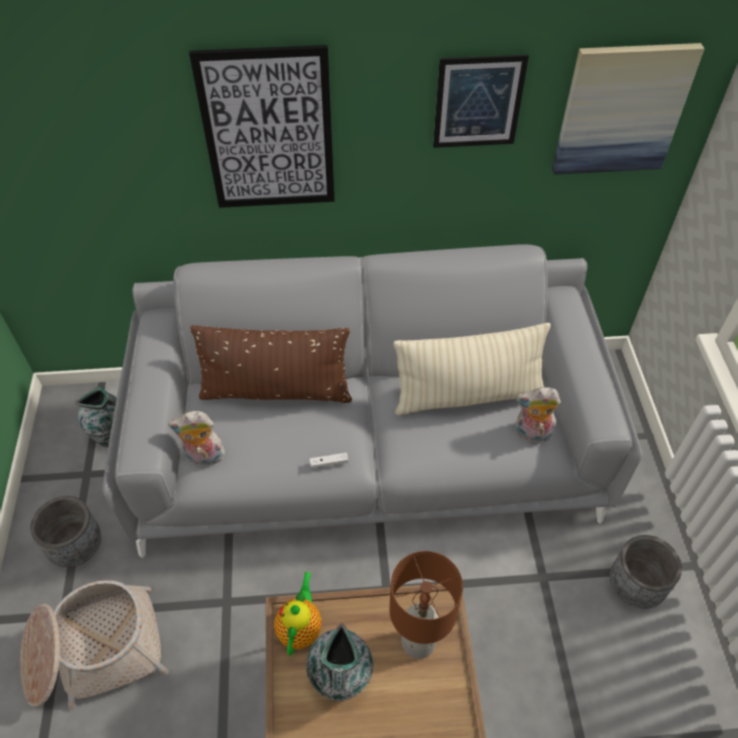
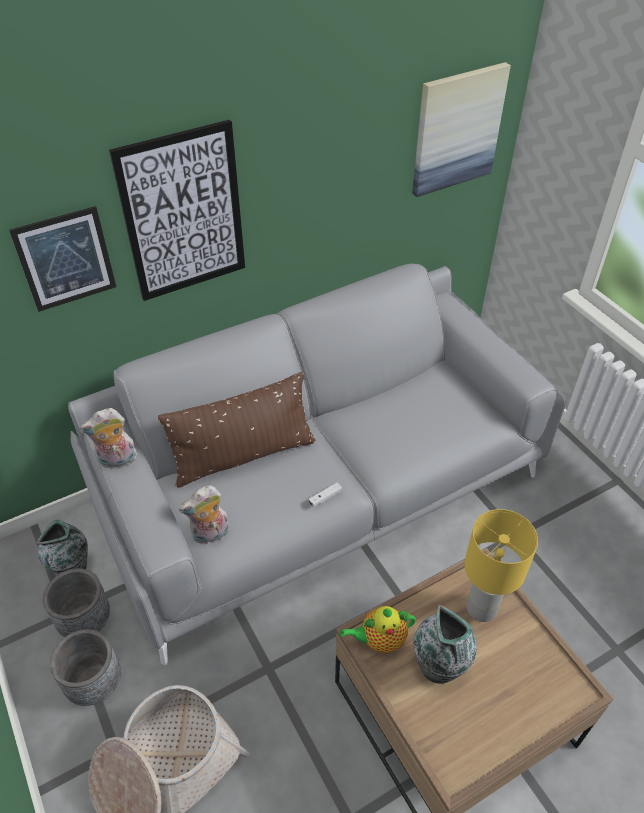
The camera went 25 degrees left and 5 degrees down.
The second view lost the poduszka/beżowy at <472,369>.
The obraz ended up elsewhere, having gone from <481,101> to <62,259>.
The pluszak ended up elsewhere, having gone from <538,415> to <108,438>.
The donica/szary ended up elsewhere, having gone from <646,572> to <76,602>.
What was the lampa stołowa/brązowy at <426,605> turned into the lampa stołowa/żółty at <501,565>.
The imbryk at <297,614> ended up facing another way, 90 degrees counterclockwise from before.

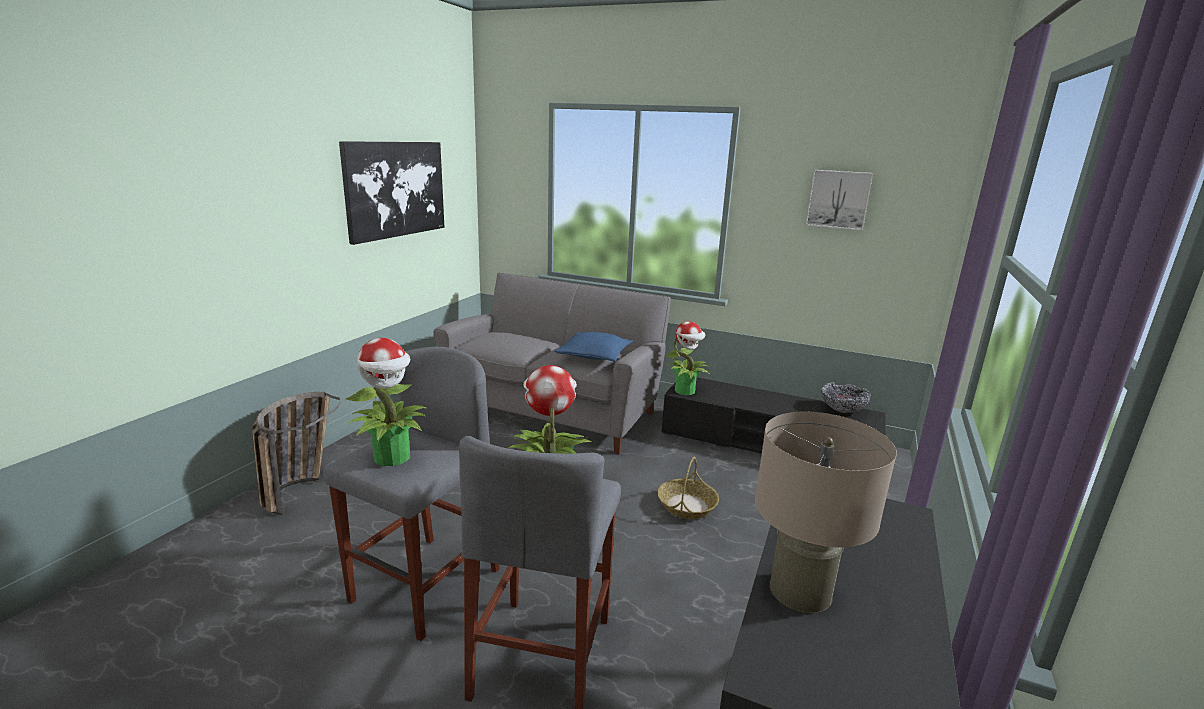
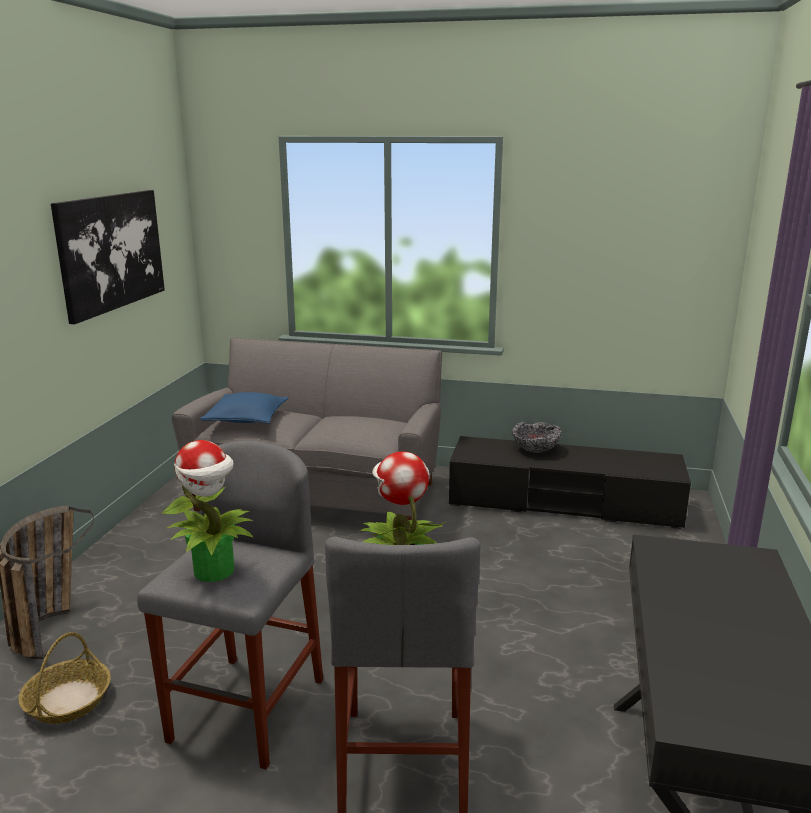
The camera went 10 degrees left and 0 degrees up.
The second view lost the roślina doniczkowa at <688,358>.
The second view lost the lampa stołowa/beżowy at <826,512>.
The second view lost the obraz at <839,200>.
The poduszka/niebieski ended up elsewhere, having gone from <593,347> to <244,408>.
The koszyk ended up elsewhere, having gone from <688,488> to <64,678>.
The miska ended up elsewhere, having gone from <846,397> to <536,437>.

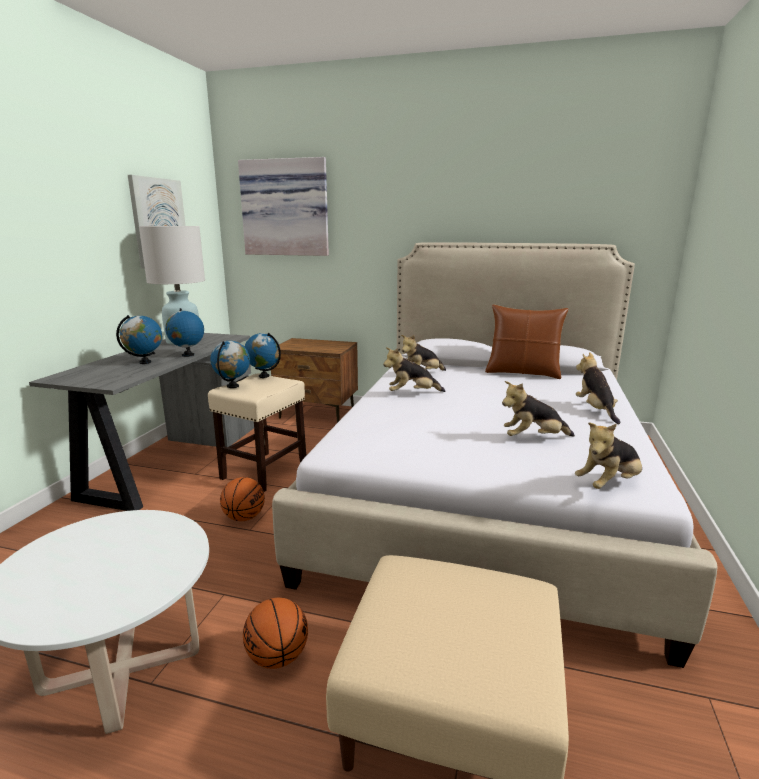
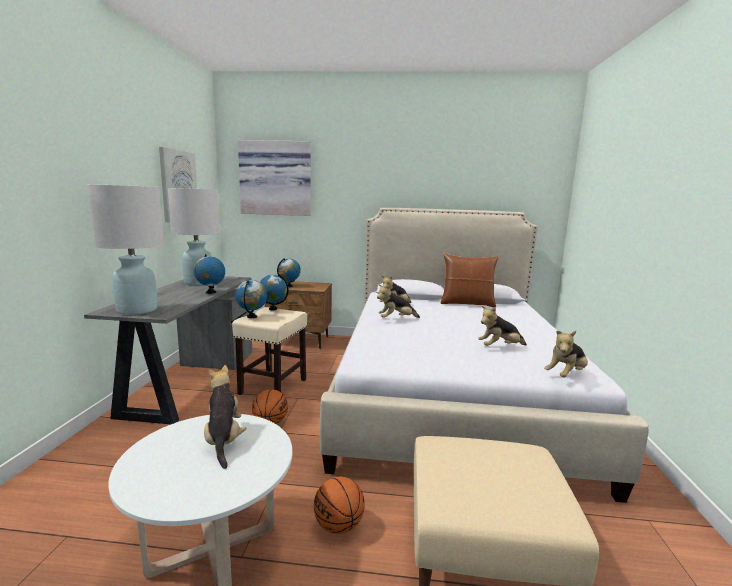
The camera went 10 degrees left and 5 degrees down.
The second view gained the lampa stołowa/biały at <126,249>.
The globus ended up elsewhere, having gone from <139,339> to <289,272>.
The pluszak ended up elsewhere, having gone from <598,388> to <225,417>.

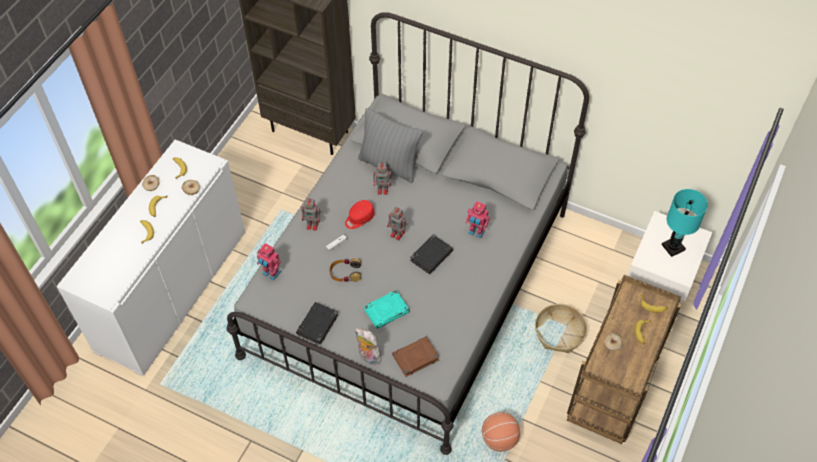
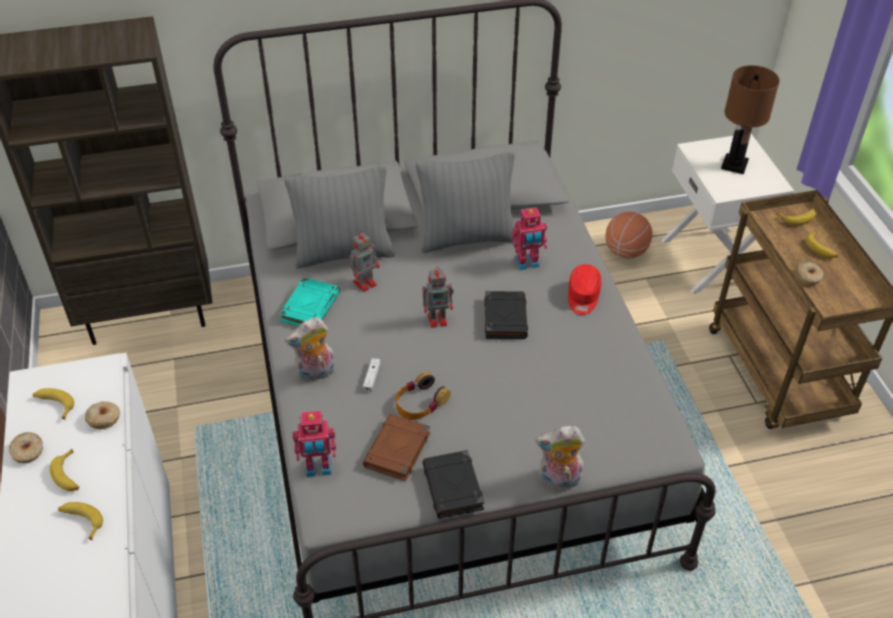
The camera went 40 degrees left and 10 degrees down.
The second view lost the koszyk at <561,328>.
The second view gained the poduszka/szary at <465,202>.
The czapka z daszkiem/czerwony ended up elsewhere, having gone from <360,214> to <584,289>.
The książka/turkusowy ended up elsewhere, having gone from <387,309> to <309,301>.
The książka/brązowy ended up elsewhere, having gone from <415,357> to <396,447>.
The piłka do koszykówki ended up elsewhere, having gone from <501,431> to <629,235>.
Where the robot zabawkowy stood at <311,214>, the pluszak came to stand at <310,350>.
What was the lampa stołowa/turkusowy at <684,223> turned into the lampa stołowa/brązowy at <750,119>.

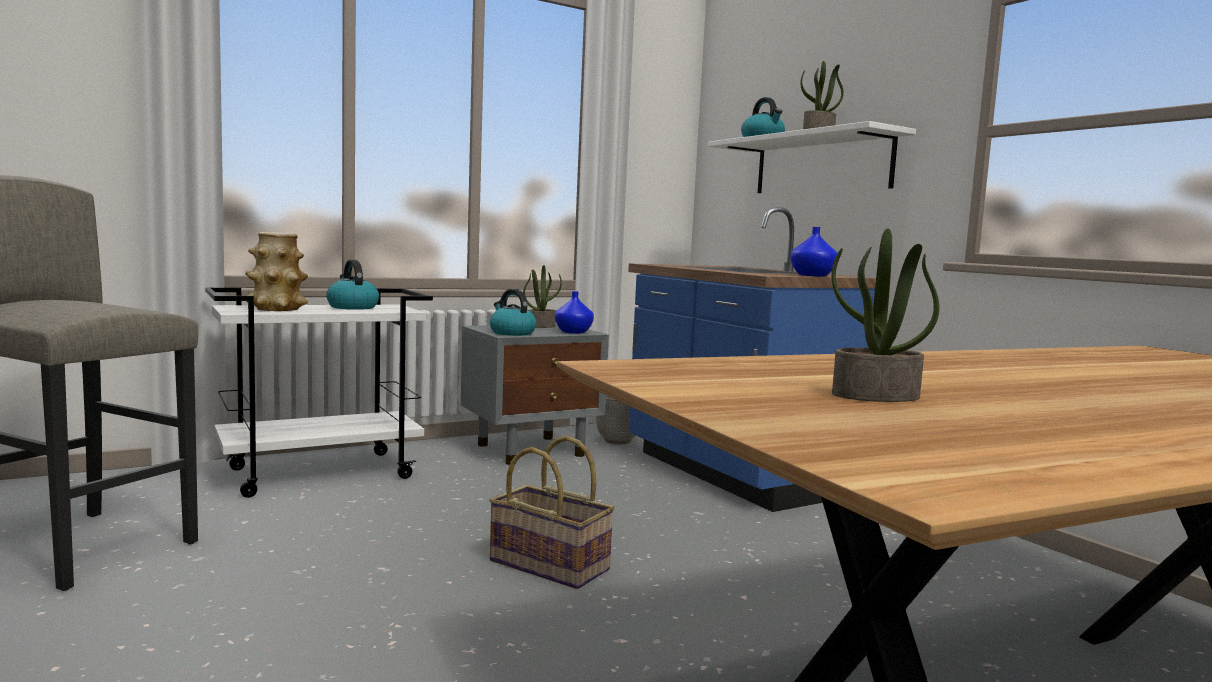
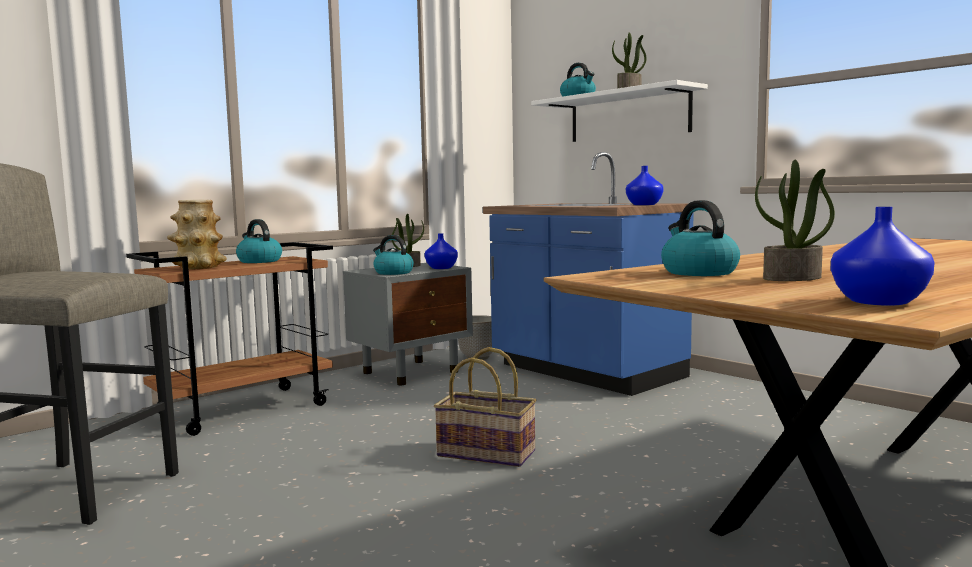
The camera went 10 degrees left and 0 degrees up.
The second view gained the czajnik at <700,238>.
The second view gained the wazon/niebieski at <882,256>.
What was the wózek/biały at <319,392> turned into the wózek/brązowy at <229,339>.

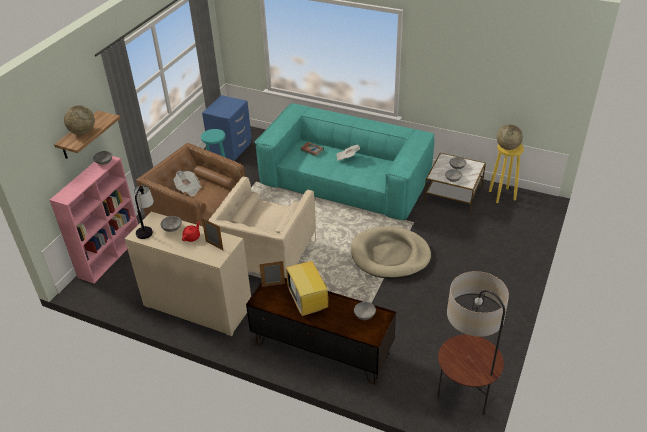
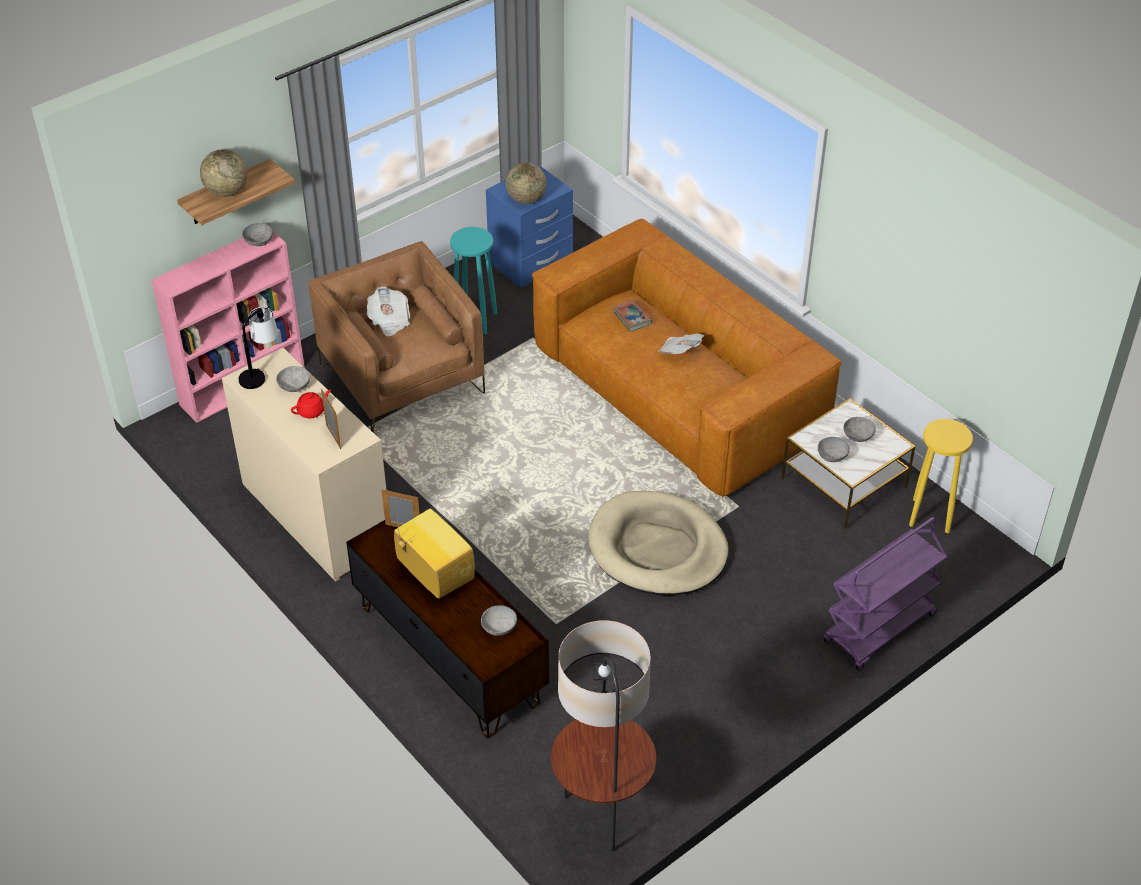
The camera went 25 degrees right and 5 degrees up.
The second view lost the fotel/beżowy at <262,227>.
The second view gained the wózek/fioletowy at <885,594>.
The globus ended up elsewhere, having gone from <510,137> to <526,183>.
What was the kanapa/turkusowy at <345,162> turned into the kanapa/brązowy at <686,358>.
The telewizor at <307,288> ended up facing another way, 135 degrees clockwise from before.

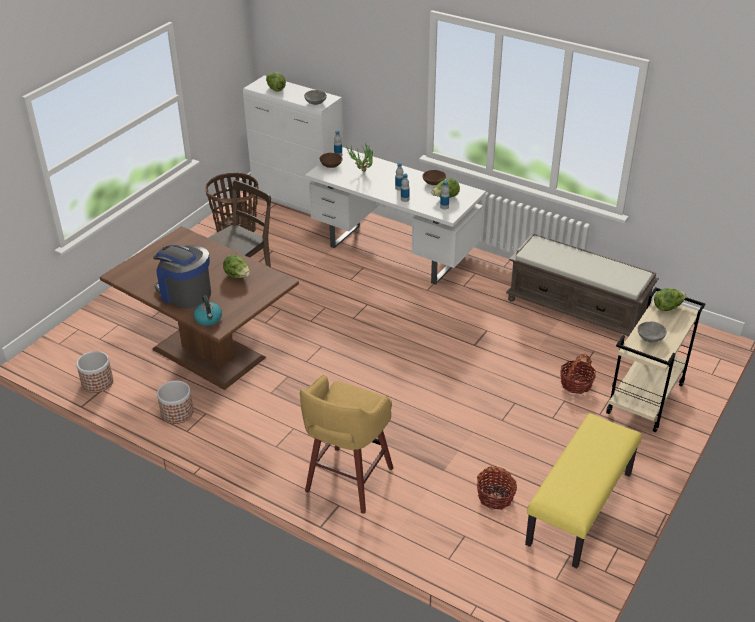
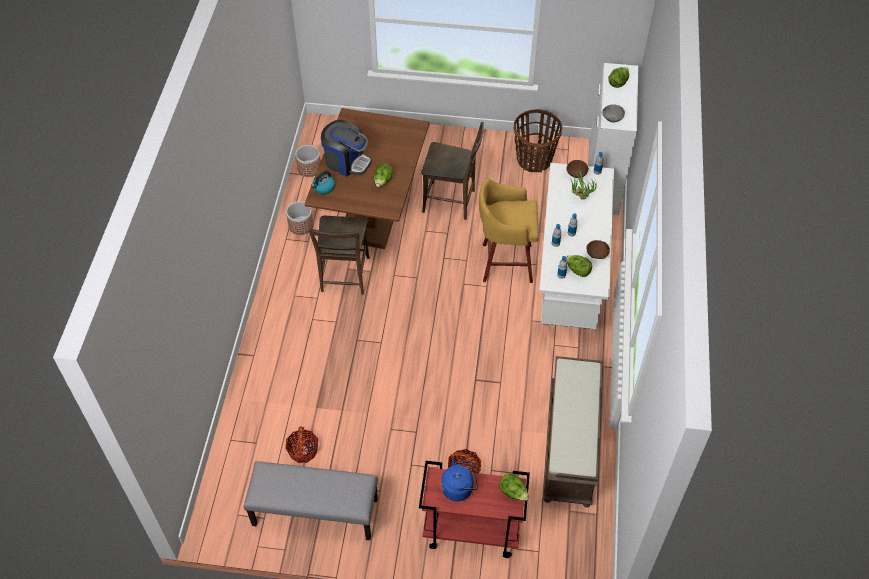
The camera went 65 degrees right and 15 degrees up.
The second view gained the krzesło/brązowy at <339,255>.
The stołek/żółty ended up elsewhere, having gone from <346,444> to <509,230>.
Where the miska/szary stood at <652,332>, the czajnik/niebieski came to stand at <459,480>.
What was the ławka/żółty at <583,491> turned into the ławka/szary at <311,500>.
What was the wózek/beżowy at <655,359> turned into the wózek/czerwony at <474,509>.
The ekspres do kawy at <182,276> ended up facing another way, 105 degrees clockwise from before.

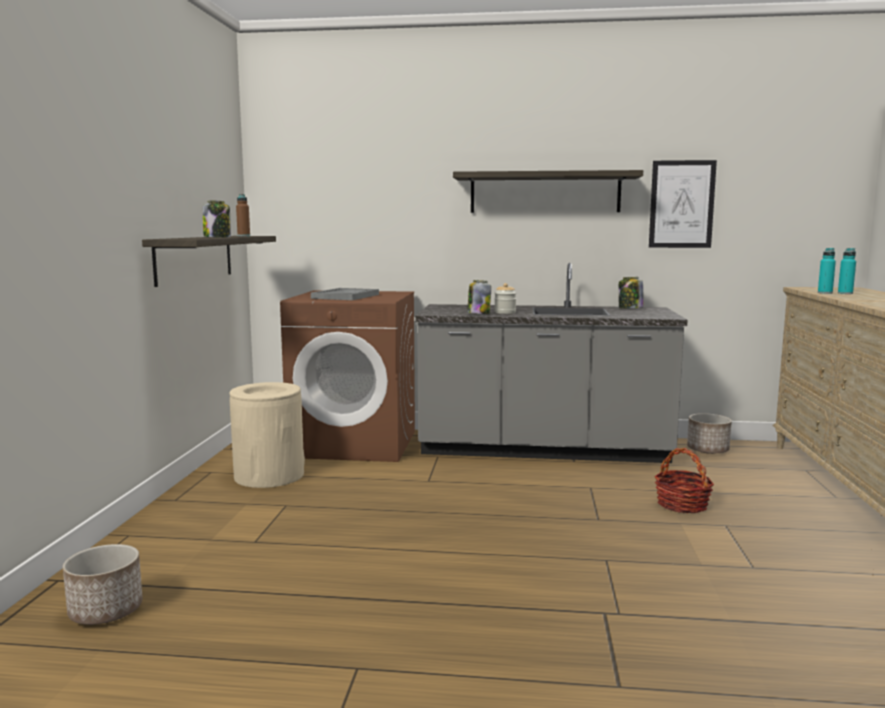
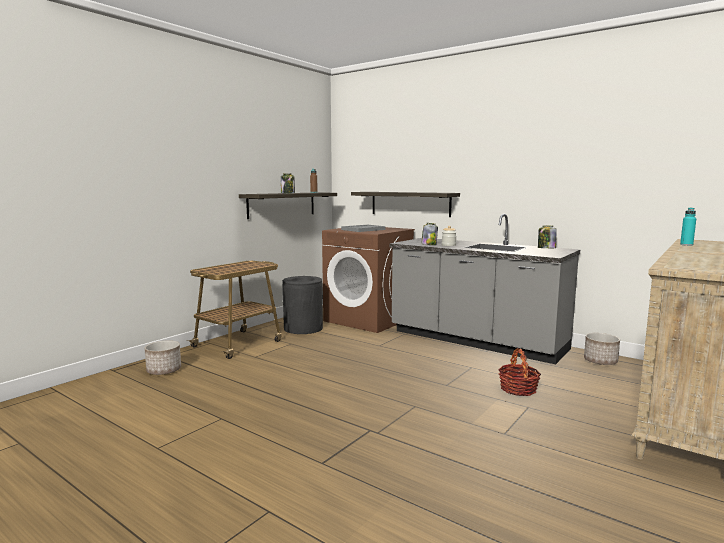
The camera went 30 degrees right and 0 degrees up.
The second view lost the obraz at <683,204>.
The second view lost the butelka/turkusowy at <847,271>.
The second view gained the wózek at <234,310>.
The półka ended up elsewhere, having gone from <548,191> to <405,204>.
What was the kosz na śmieci/beżowy at <267,435> turned into the kosz na śmieci/czarny at <302,305>.

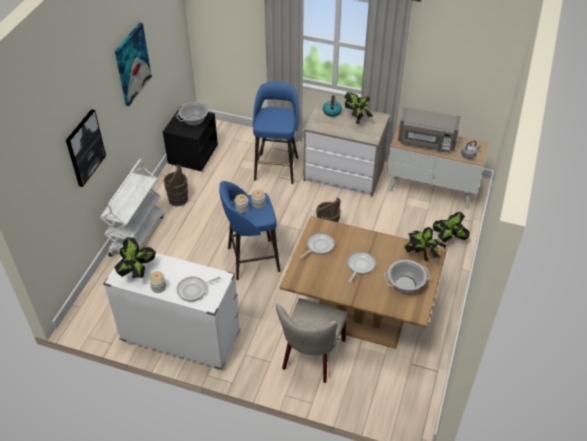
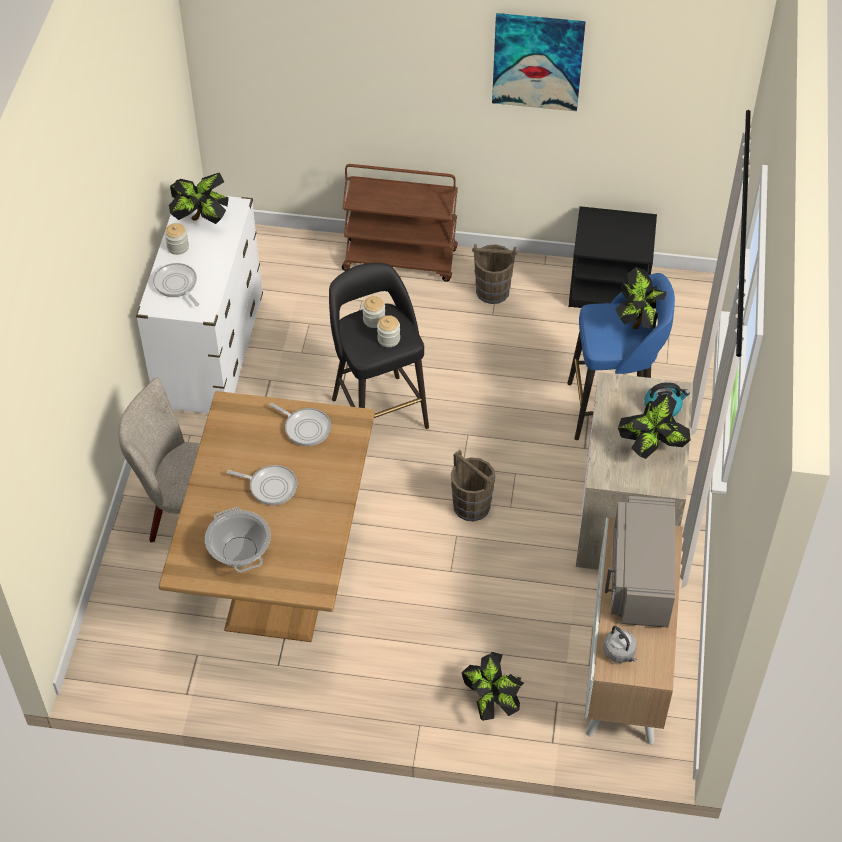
The camera went 80 degrees right and 5 degrees up.
The second view lost the obraz at <86,148>.
The second view lost the garnek at <193,113>.
The roślina doniczkowa ended up elsewhere, having gone from <425,244> to <641,298>.
What was the wózek/biały at <132,208> turned into the wózek/brązowy at <400,223>.
What was the stołek/niebieski at <249,230> turned into the stołek/czarny at <379,346>.

